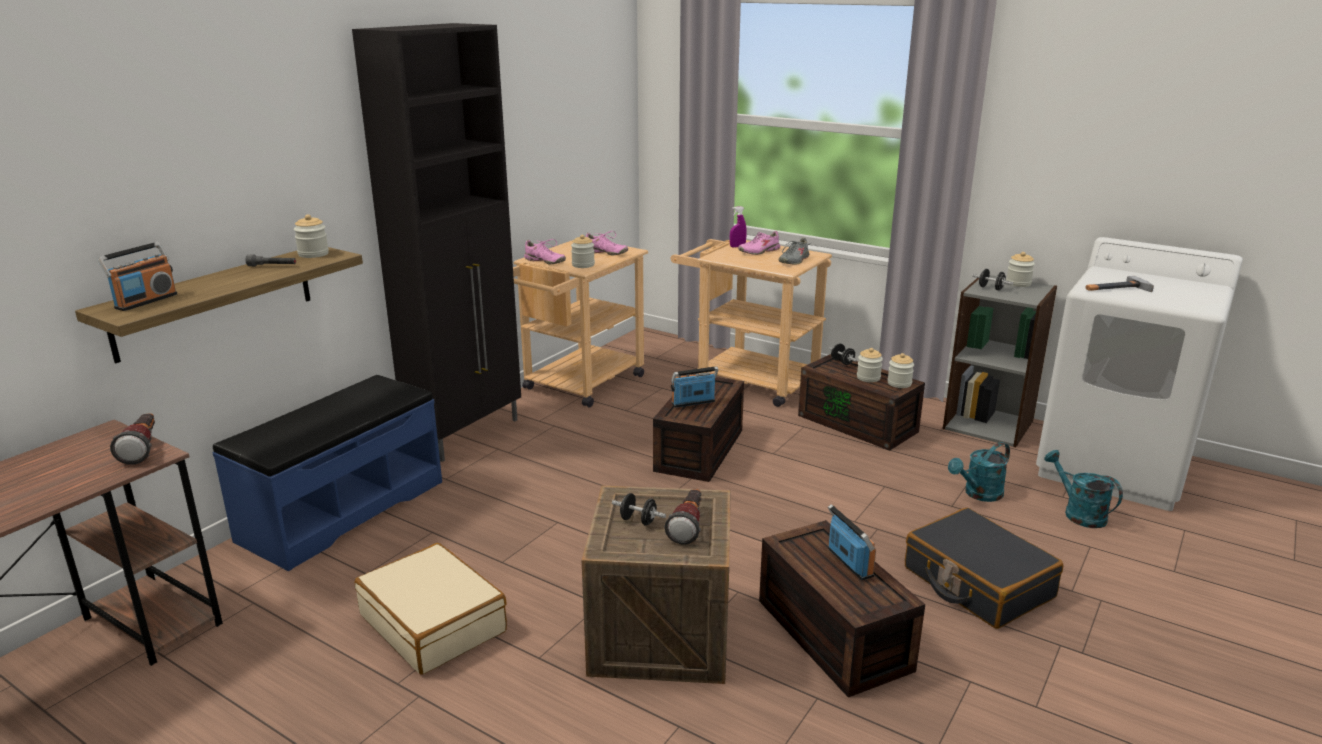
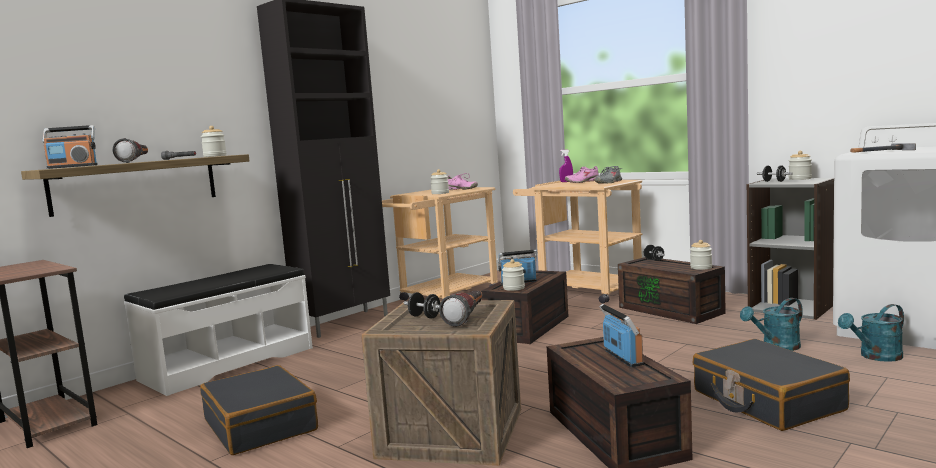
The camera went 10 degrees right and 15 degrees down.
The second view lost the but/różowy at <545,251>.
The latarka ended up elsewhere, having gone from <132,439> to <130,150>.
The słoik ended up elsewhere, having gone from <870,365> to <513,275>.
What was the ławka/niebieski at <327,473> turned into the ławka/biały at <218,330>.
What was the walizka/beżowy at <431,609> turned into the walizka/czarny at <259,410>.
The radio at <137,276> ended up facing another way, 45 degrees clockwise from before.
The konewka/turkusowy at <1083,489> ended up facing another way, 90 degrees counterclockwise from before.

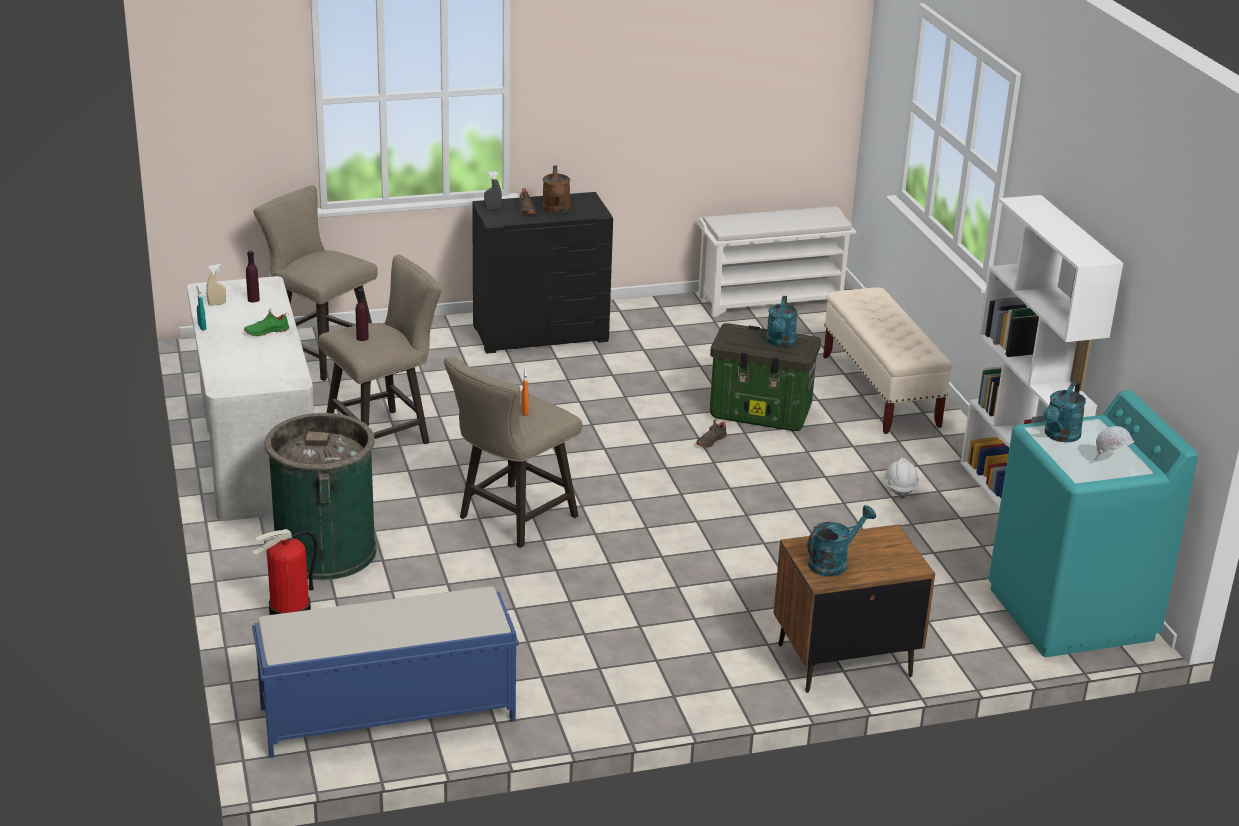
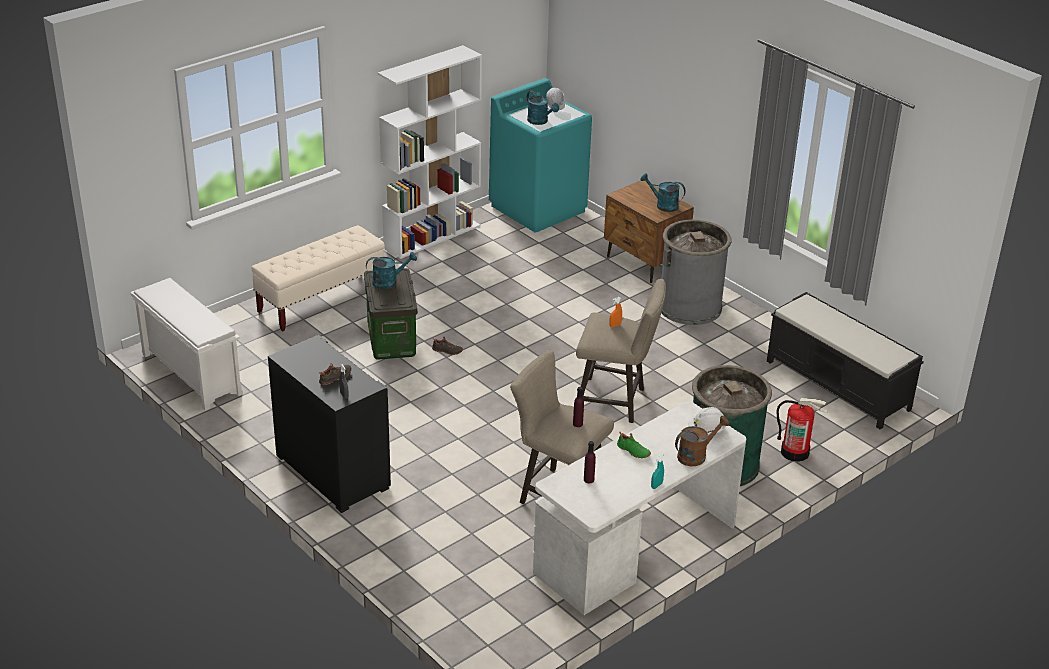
The camera went 115 degrees left and 5 degrees up.
The second view lost the spryskiwacz/beżowy at <216,285>.
The second view lost the stołek/beżowy at <316,283>.
The second view gained the kosz na śmieci/szary at <696,272>.
The konewka/brązowy ended up elsewhere, having gone from <556,189> to <702,441>.
The kask/biały ended up elsewhere, having gone from <901,478> to <707,420>.
What was the ławka/niebieski at <385,672> turned into the ławka/czarny at <845,360>.
The konewka/turkusowy at <1064,411> ended up facing another way, 45 degrees clockwise from before.

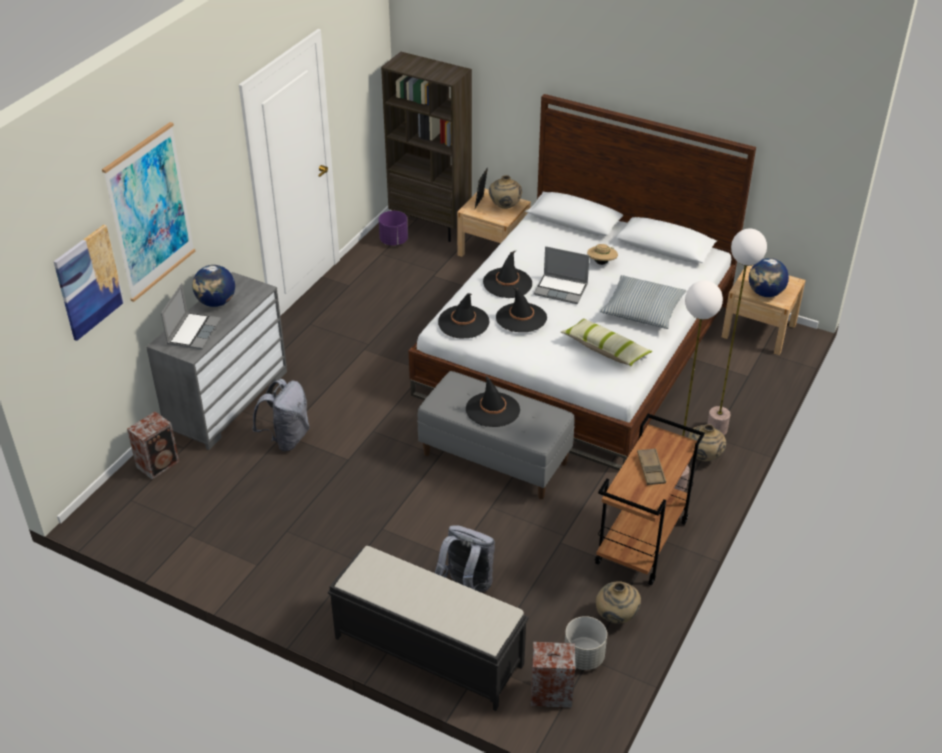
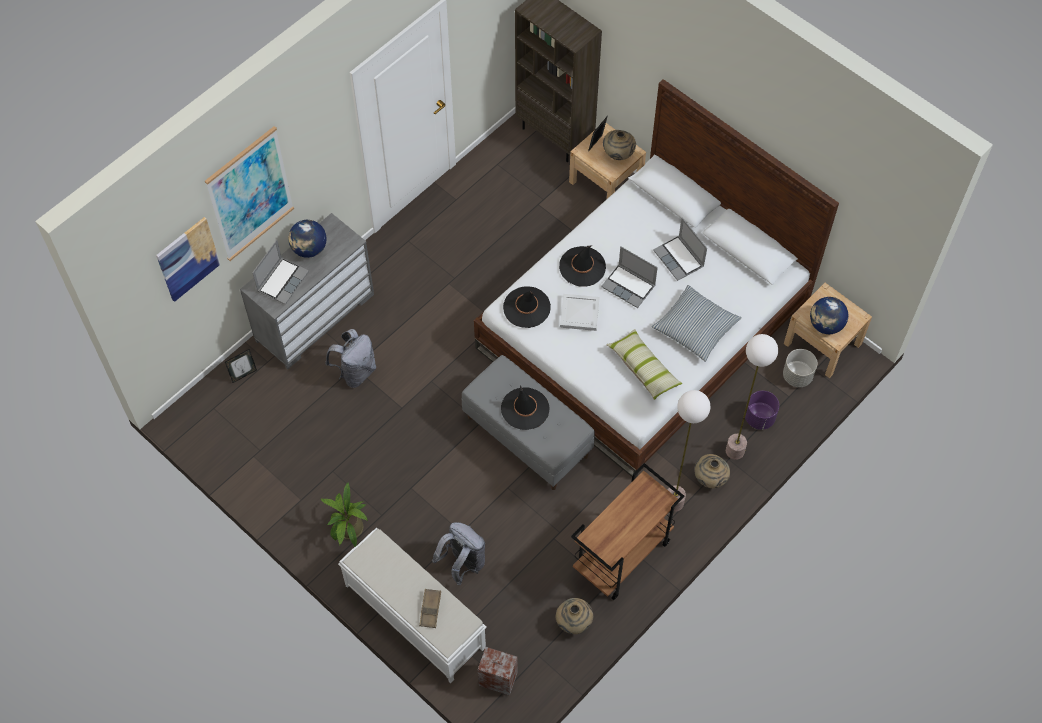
The camera went 15 degrees right and 20 degrees up.
The second view gained the roślina doniczkowa at <344,514>.
The donica/fioletowy ended up elsewhere, having gone from <393,228> to <762,410>.
The donica/szary ended up elsewhere, having gone from <586,643> to <800,368>.
The taca/brązowy ended up elsewhere, having gone from <651,466> to <430,608>.
Where the głośnik stood at <153,445>, the ramka na zdjęcie came to stand at <241,366>.
Where the kapelusz/czarny stood at <521,309>, the taca/biały came to stand at <580,312>.
Where the kapelusz/beżowy stood at <602,254>, the laptop came to stand at <680,249>.
What was the ławka/czarny at <428,628> turned into the ławka/biały at <412,605>.

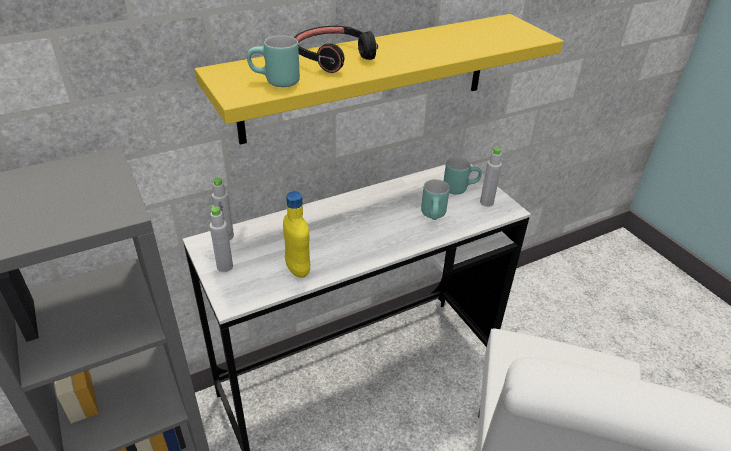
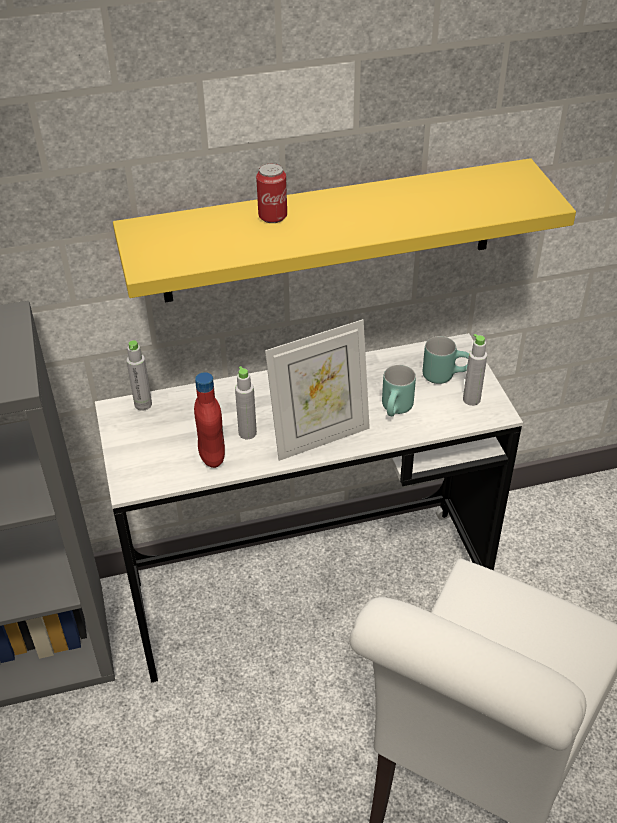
The camera went 15 degrees right and 5 degrees up.
The second view lost the kubek/turkusowy at <273,61>.
The second view gained the ramka na zdjęcie at <317,390>.
The butelka/szary ended up elsewhere, having gone from <221,238> to <246,402>.
Where the słuchawki/czarny stood at <336,49>, the puszka came to stand at <271,193>.
What was the butelka/żółty at <296,234> turned into the butelka/czerwony at <209,420>.

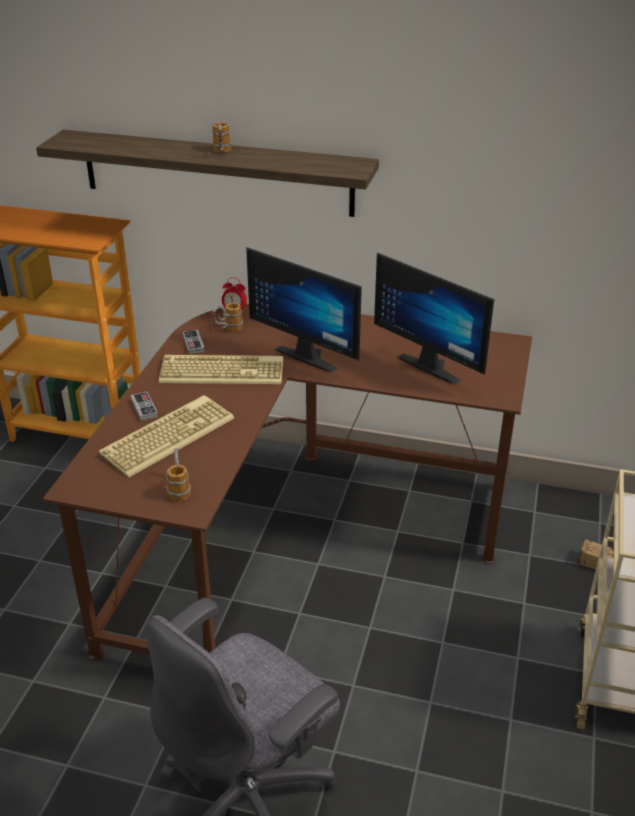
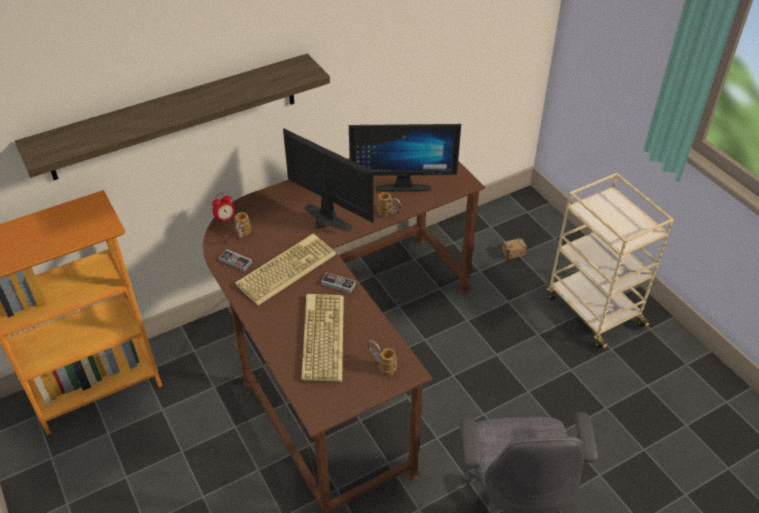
The camera went 45 degrees left and 10 degrees up.
The pad do gier ended up elsewhere, having gone from <144,406> to <338,283>.
The kubek ended up elsewhere, having gone from <221,137> to <389,204>.
The monitor at <304,310> ended up facing another way, 135 degrees counterclockwise from before.

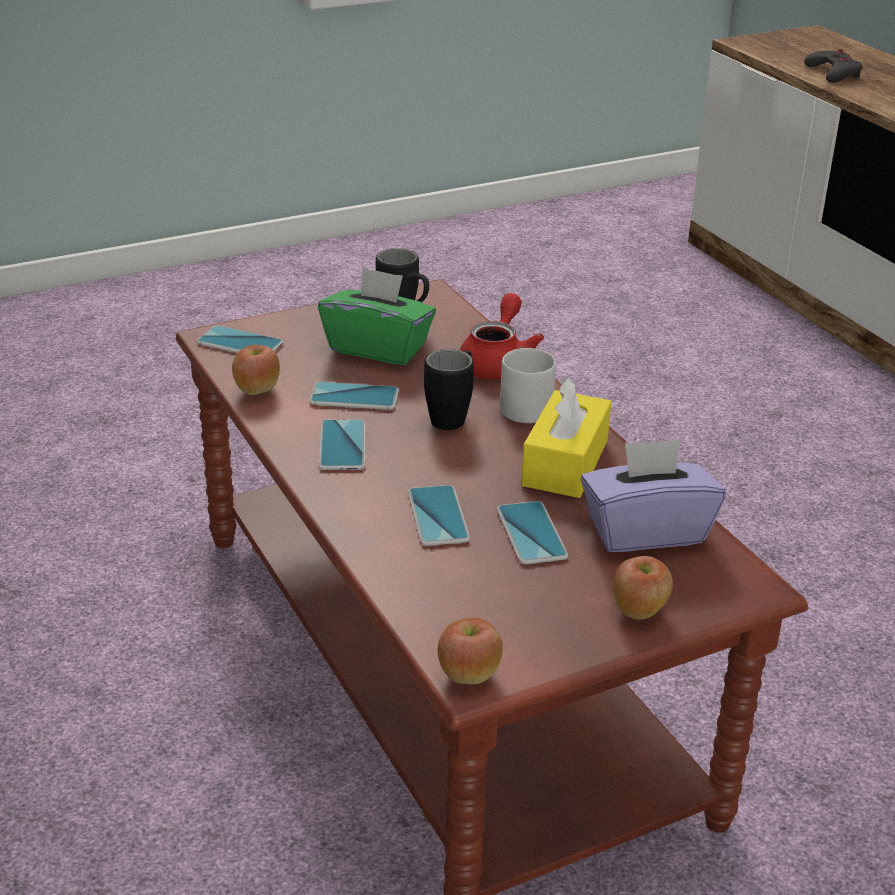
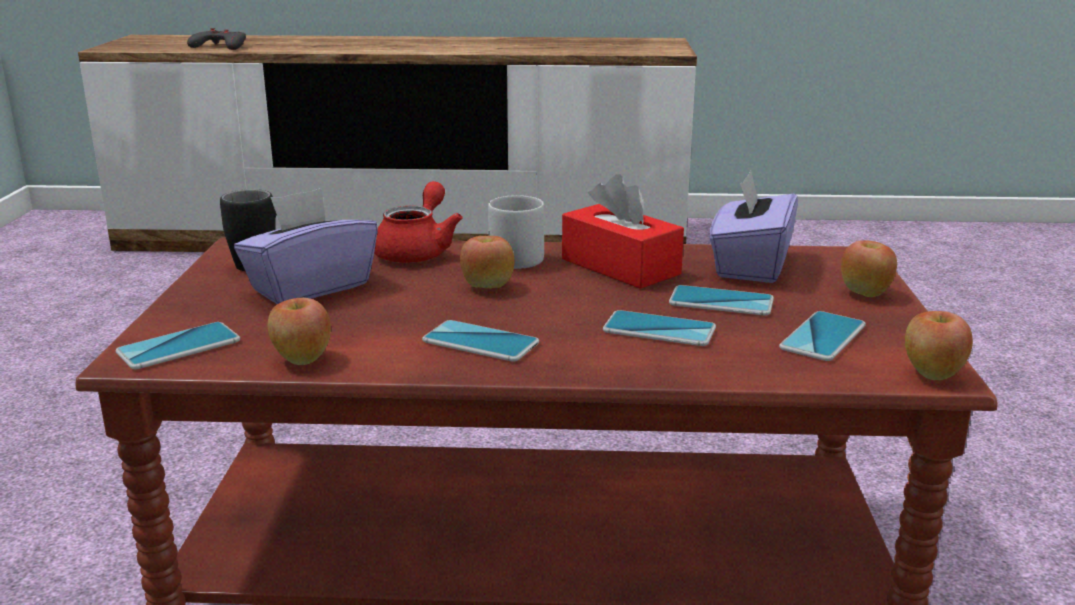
The camera went 60 degrees left and 10 degrees down.
The telefon ended up elsewhere, having gone from <354,396> to <822,336>.
Where the kubek/czarny stood at <449,389>, the jabłko came to stand at <487,262>.
What was the pudełko chusteczek/zielony at <377,316> turned into the pudełko chusteczek/fioletowy at <306,246>.
What was the pudełko chusteczek/żółty at <566,437> turned into the pudełko chusteczek/czerwony at <623,231>.
The imbryk/czerwony at <502,336> ended up facing another way, 60 degrees clockwise from before.

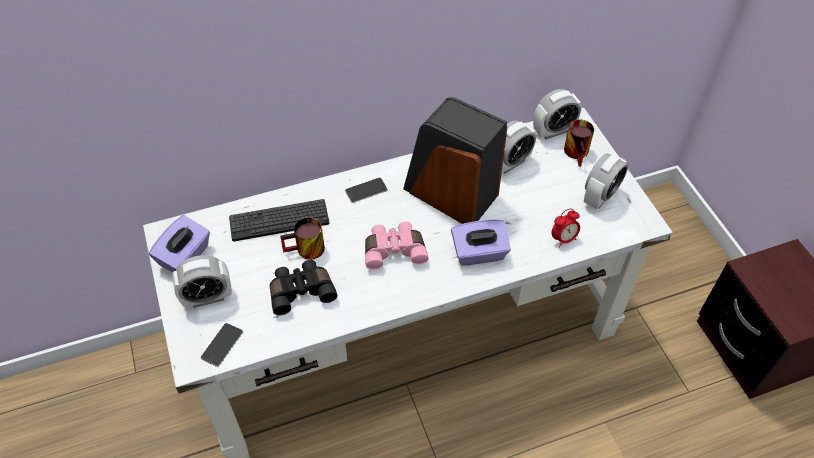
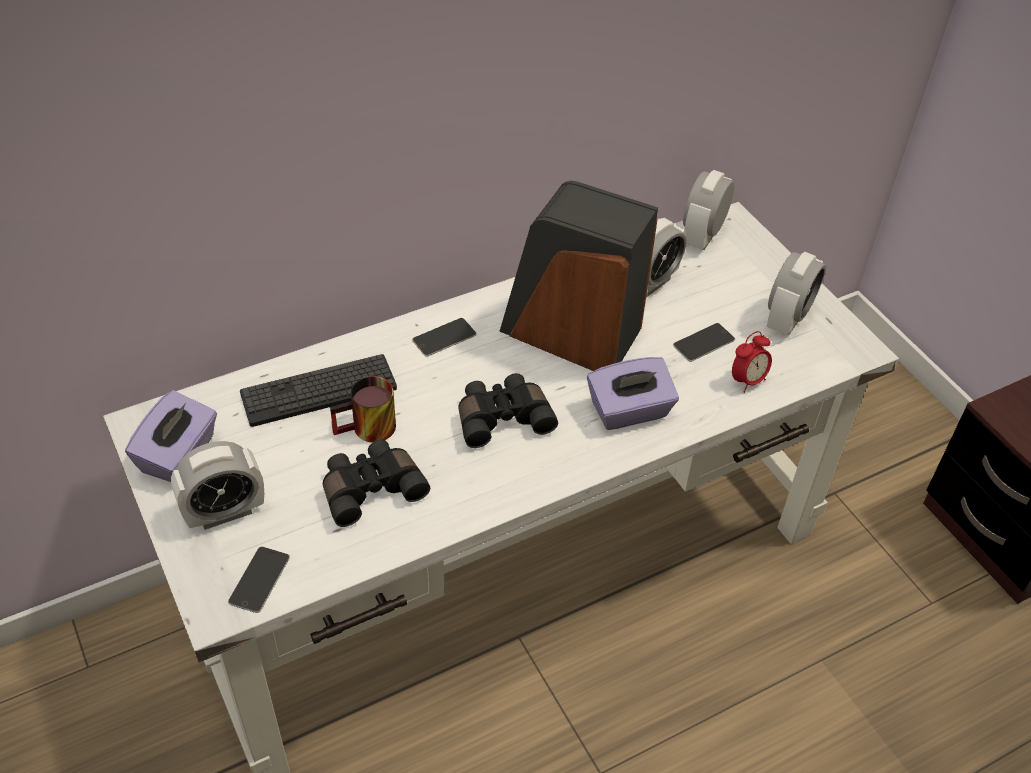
The camera went 10 degrees left and 5 degrees down.
The second view lost the kubek at <579,143>.
The second view gained the telefon at <704,342>.
What was the lornetka/różowy at <396,246> turned into the lornetka/czarny at <508,410>.
The budzik at <557,114> ended up facing another way, 150 degrees clockwise from before.

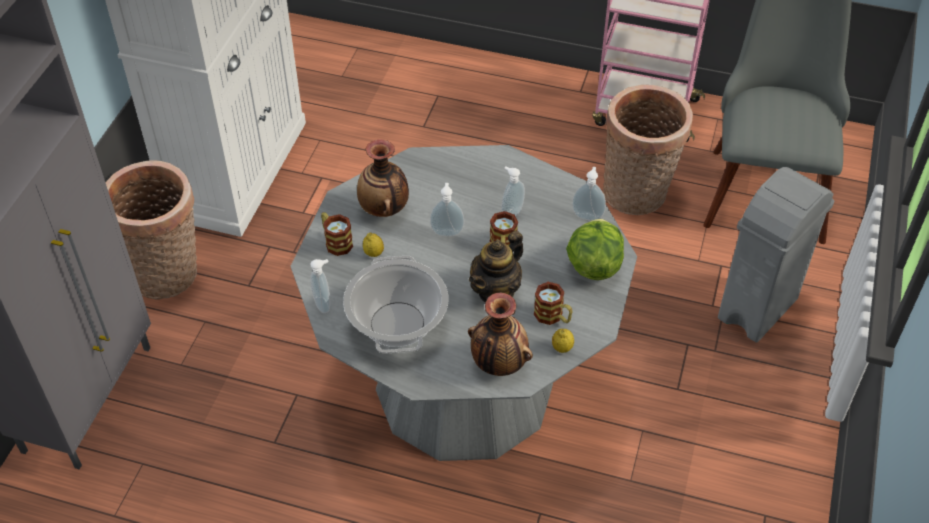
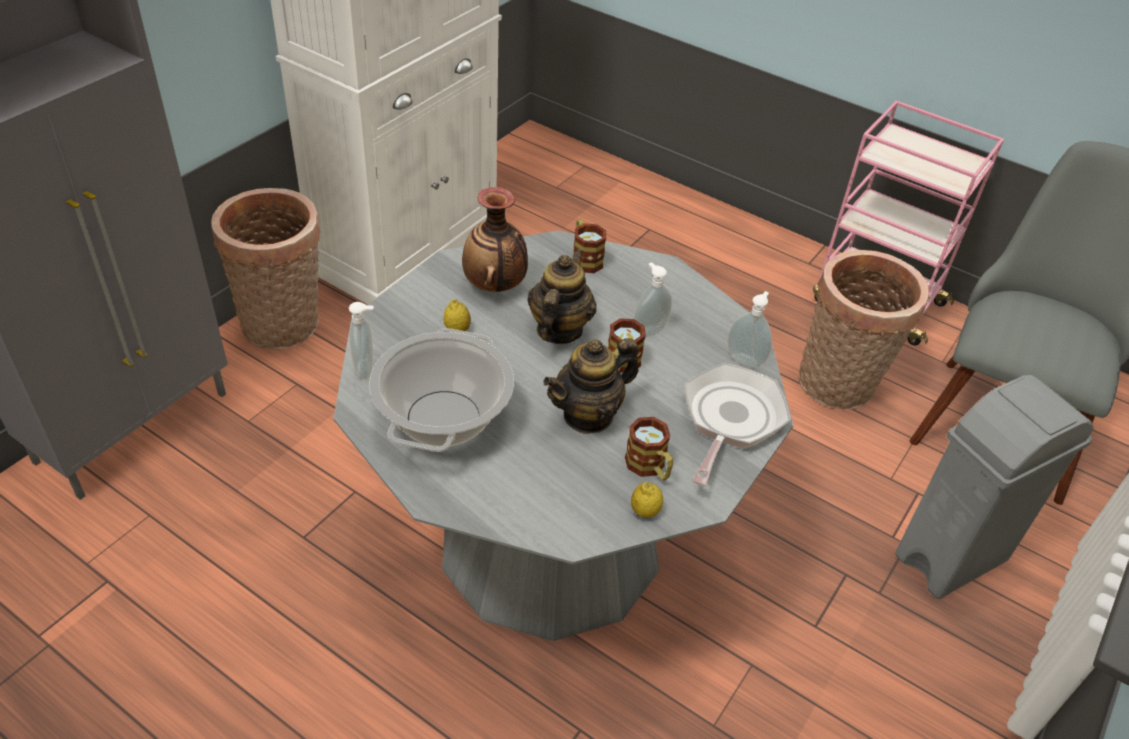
The camera went 15 degrees right and 5 degrees down.
The second view lost the wazon at <500,334>.
The kubek ended up elsewhere, having gone from <337,234> to <589,246>.
Where the dozownik mydła stood at <447,209>, the imbryk came to stand at <562,296>.
Where the sałata stood at <595,249>, the patelnia came to stand at <737,424>.

